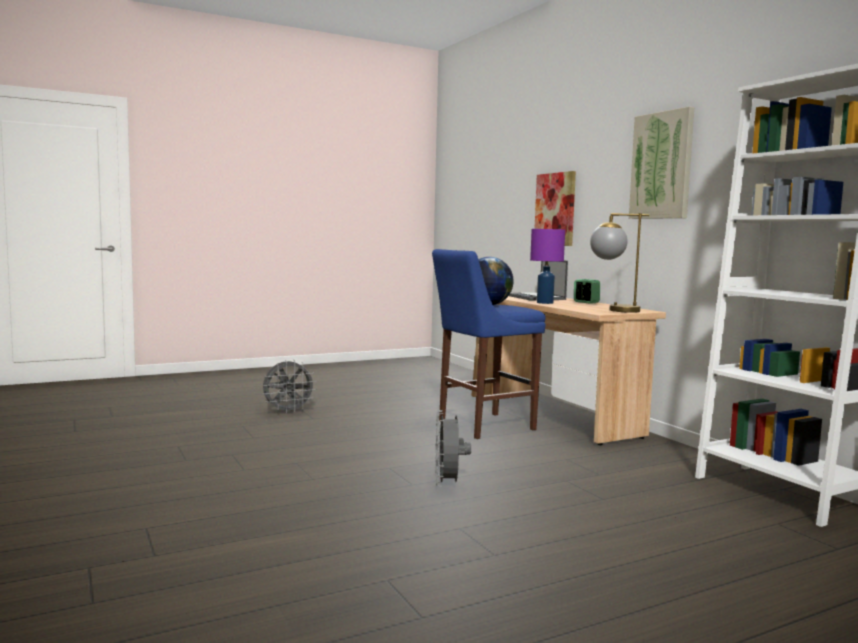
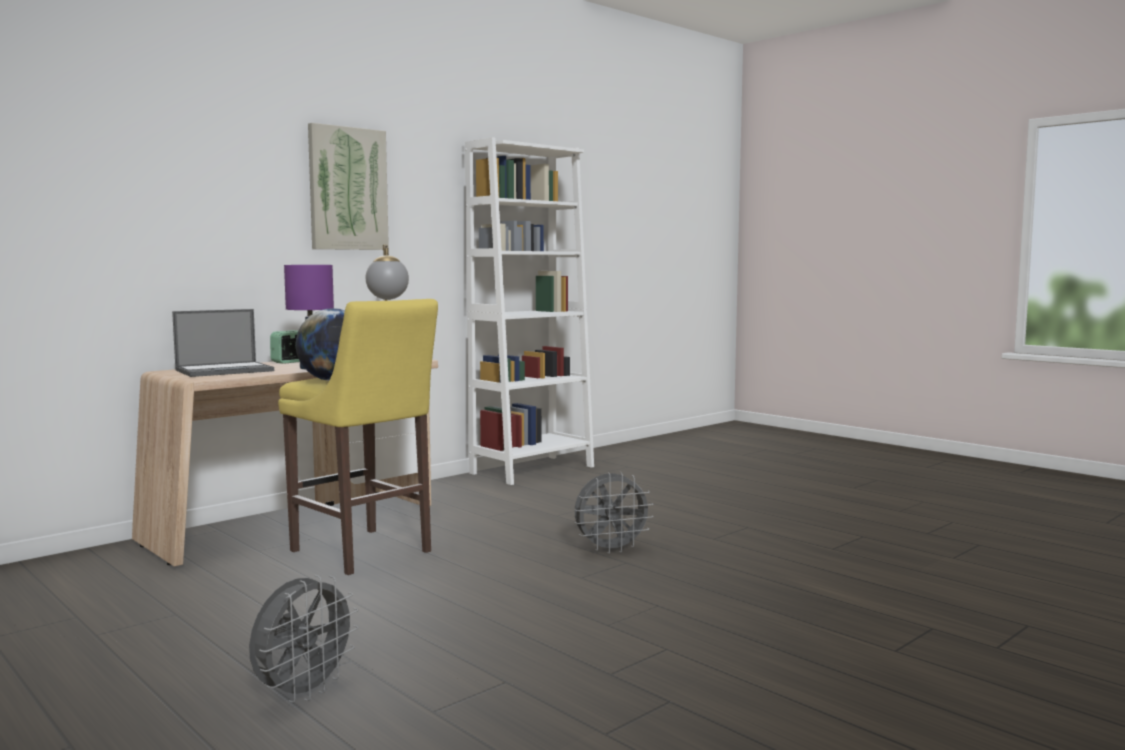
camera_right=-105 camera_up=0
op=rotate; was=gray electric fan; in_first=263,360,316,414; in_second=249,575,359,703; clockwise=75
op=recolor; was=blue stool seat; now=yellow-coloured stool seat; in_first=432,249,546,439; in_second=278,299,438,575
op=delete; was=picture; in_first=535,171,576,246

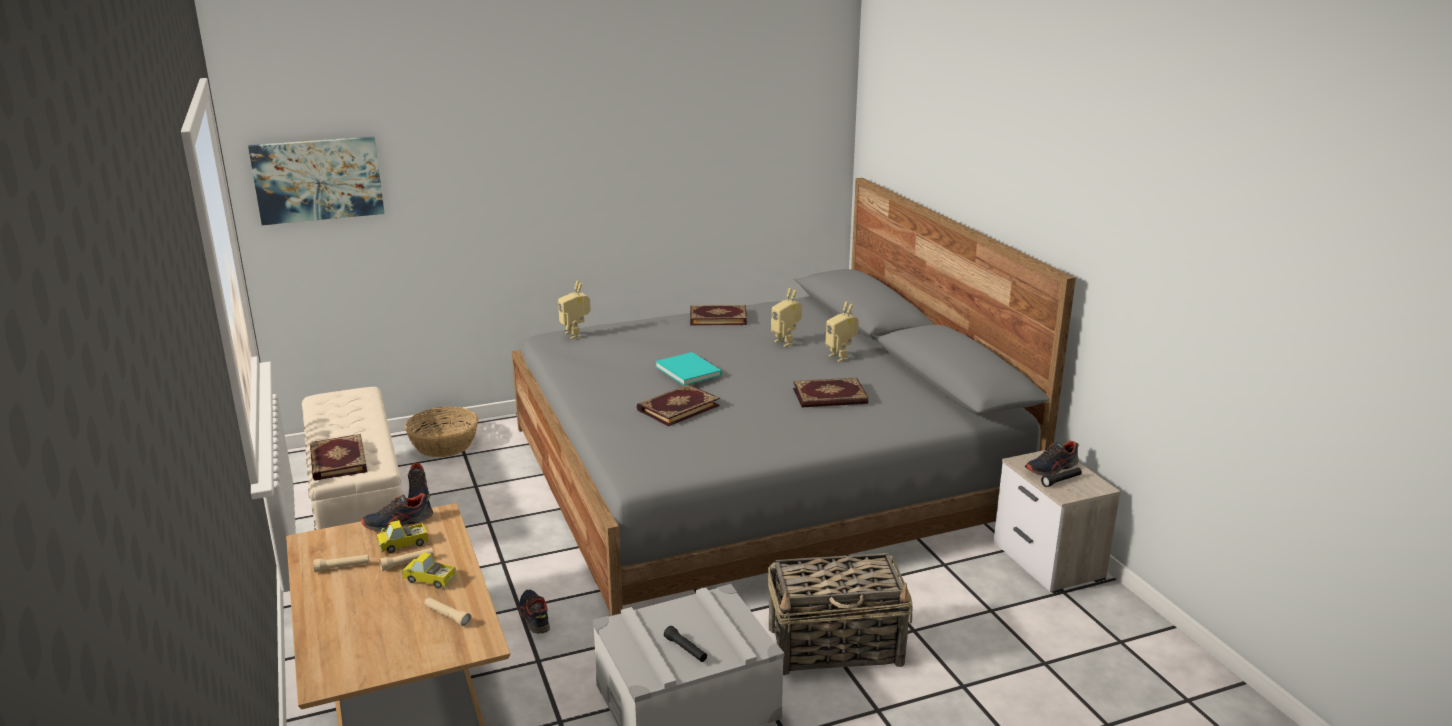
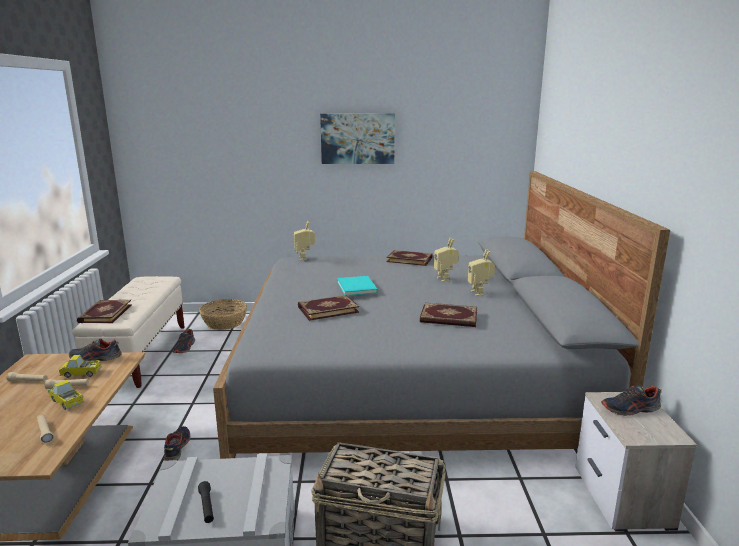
camera_right=20 camera_up=-5
op=move; was=picture; in_first=248,136,385,225; in_second=320,113,395,164
op=delete; was=blackish hand torch; in_first=1041,468,1082,487

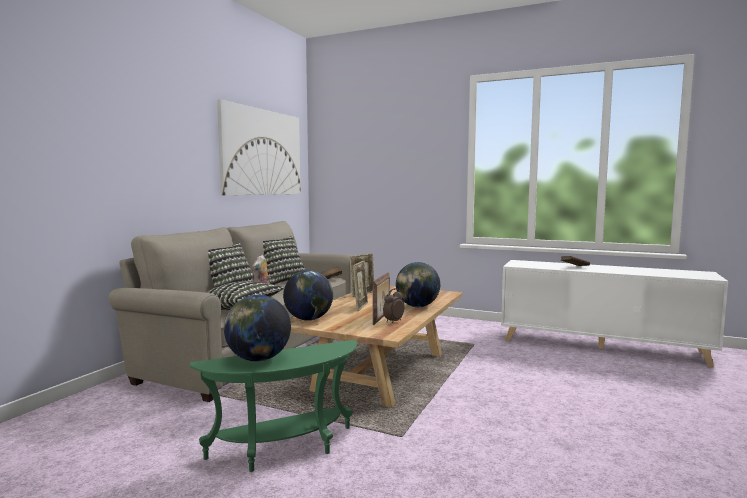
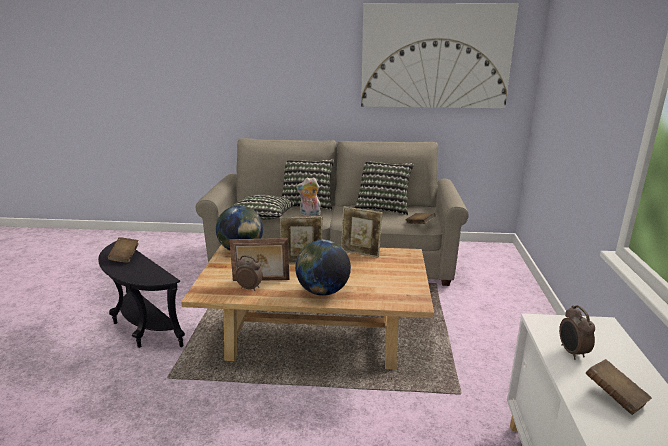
camera_right=70 camera_up=15
op=recolor; was=greenish accent table; now=blackish accent table; in_first=190,340,357,472; in_second=98,241,185,348
op=replace; was=desk globe; now=brownish volume; in_first=224,295,291,362; in_second=107,237,139,263
op=insert; now=alarm clock; in_second=559,305,595,360

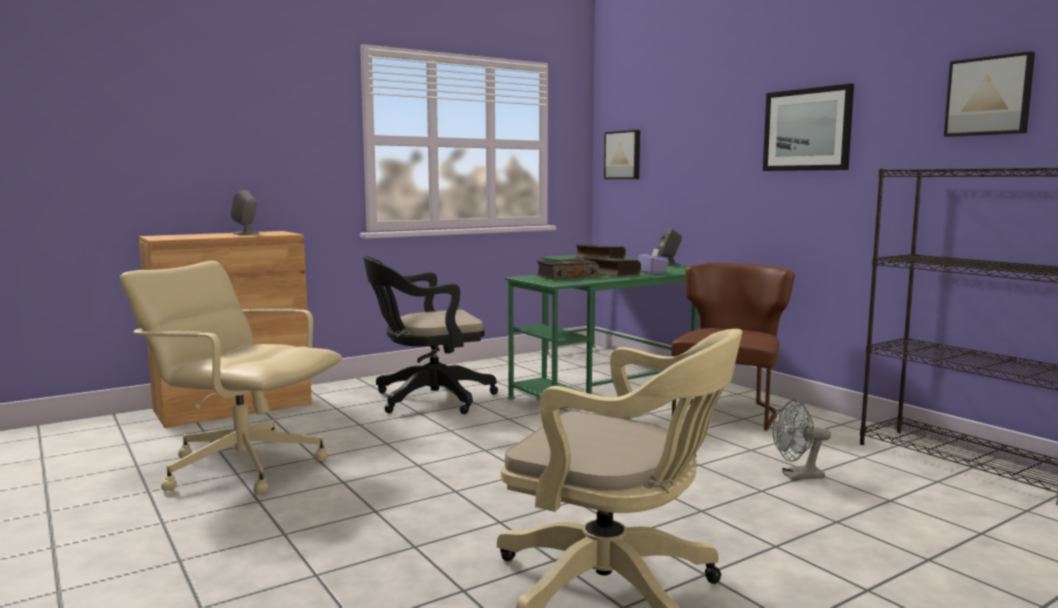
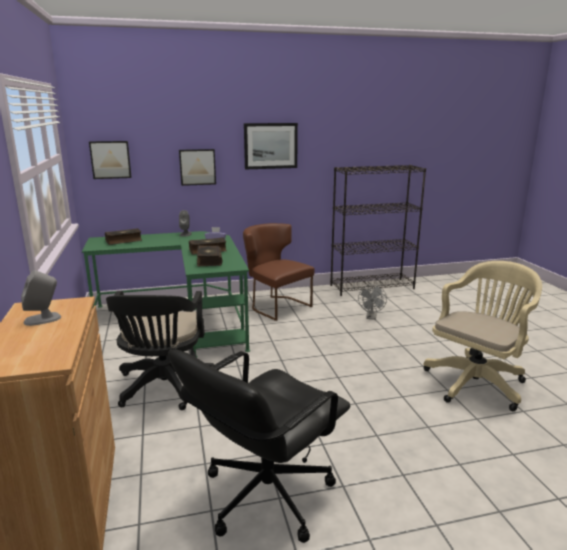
camera_right=-70 camera_up=10
op=recolor; was=beige-coloured office chair; now=blackish office chair; in_first=120,261,342,495; in_second=168,349,350,543
op=move; was=picture; in_first=944,51,1035,137; in_second=179,149,216,186

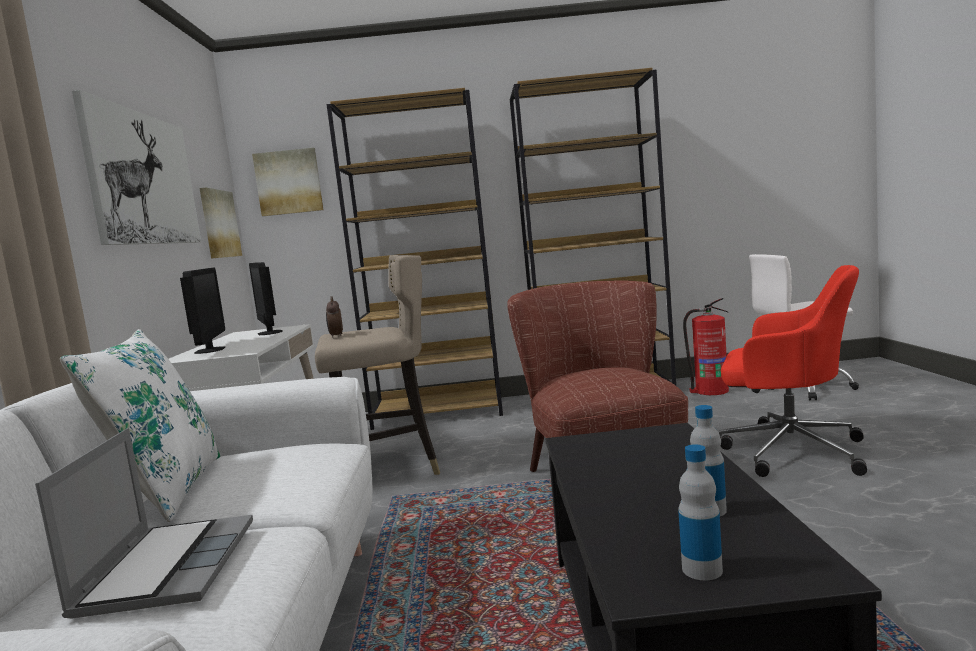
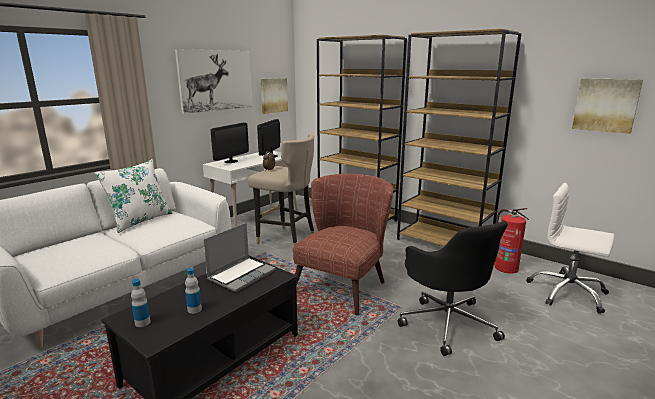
camera_right=40 camera_up=10
op=move; was=notebook computer; in_first=35,428,253,618; in_second=203,223,276,292
op=move; was=picture; in_first=252,148,323,216; in_second=572,78,643,134
op=recolor; was=red office chair; now=blackish office chair; in_first=719,265,867,477; in_second=398,221,508,356

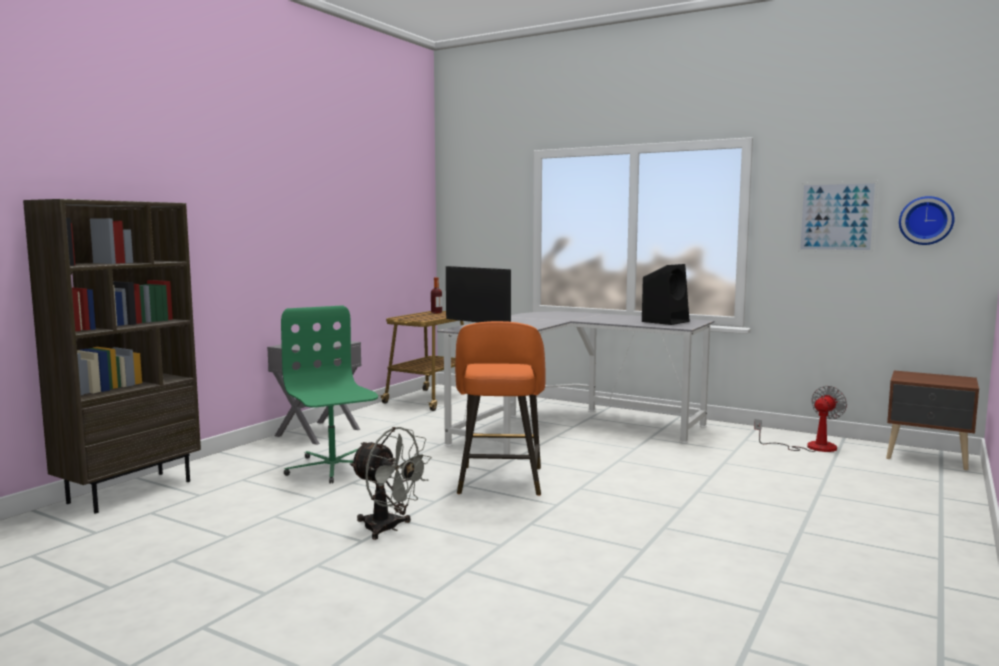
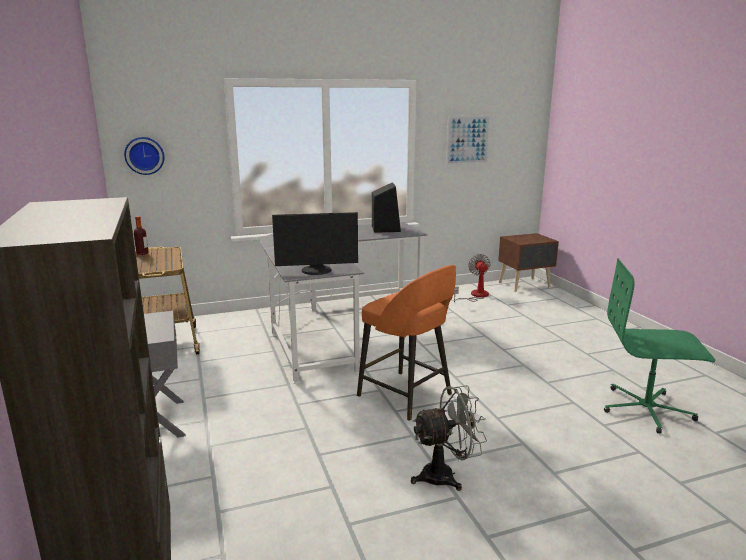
camera_right=-50 camera_up=10
op=move; was=greenish office chair; in_first=281,305,378,484; in_second=604,258,715,433
op=move; was=clock on the wall; in_first=899,196,955,245; in_second=124,137,164,175

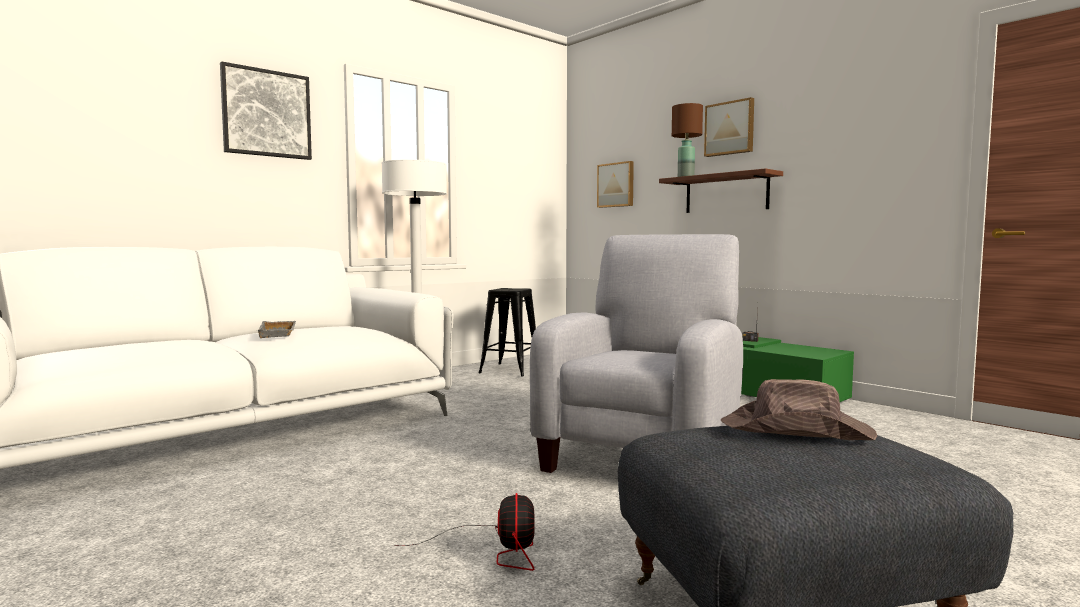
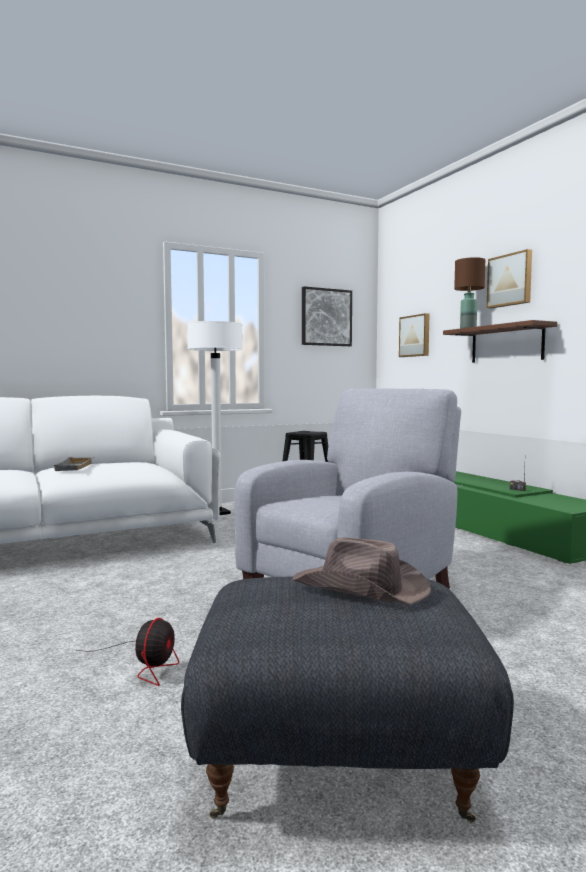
camera_right=15 camera_up=0
op=move; was=picture; in_first=220,62,312,160; in_second=302,286,352,346

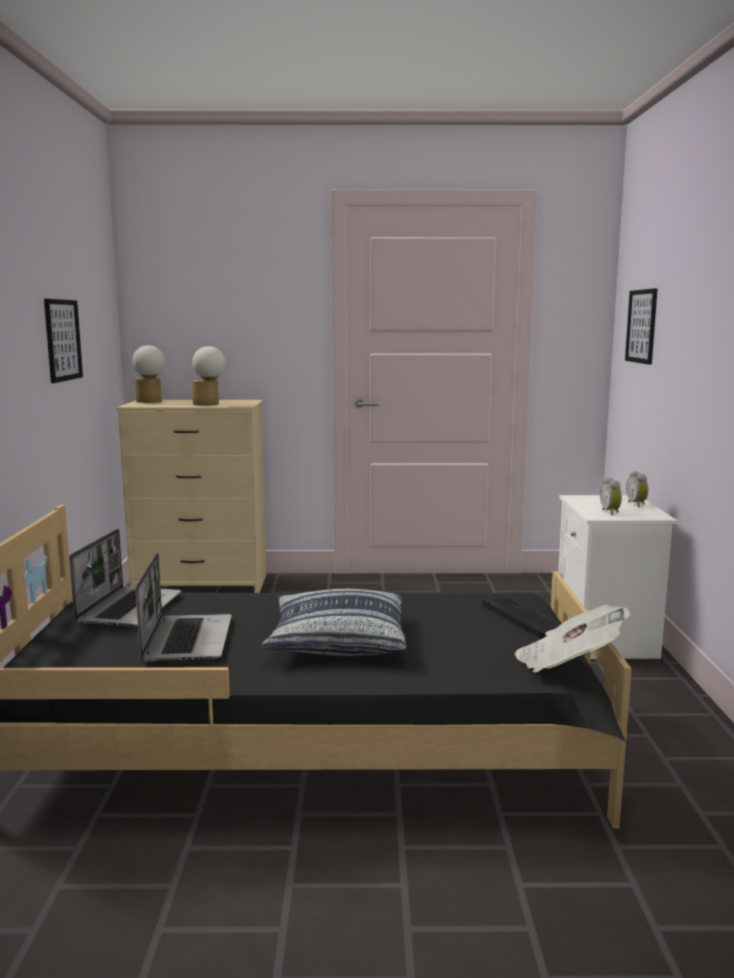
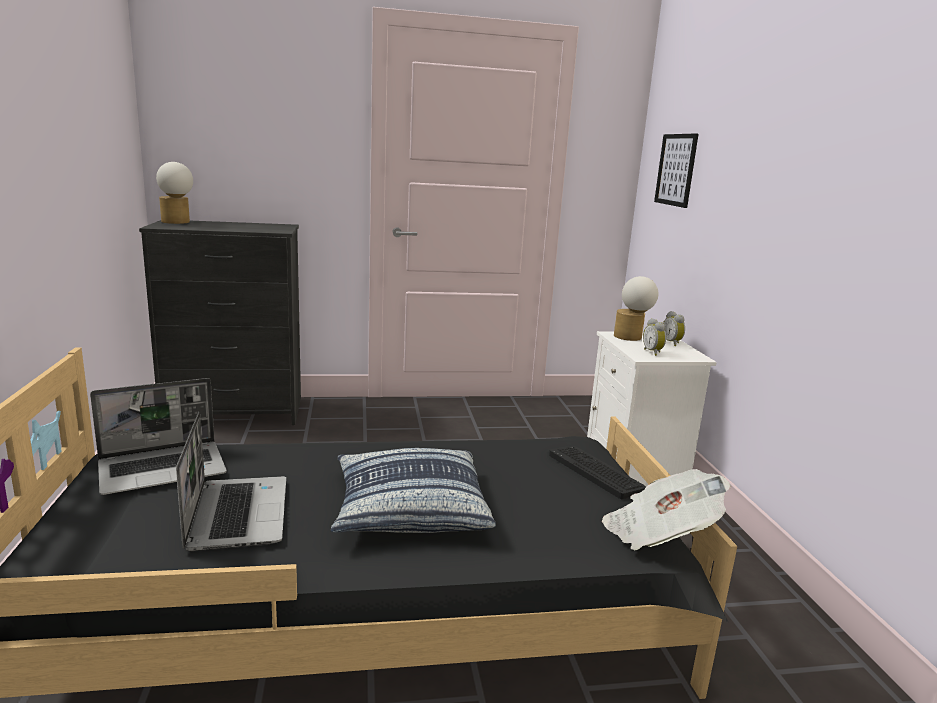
camera_right=-10 camera_up=5
op=delete; was=picture; in_first=44,299,83,383
op=rotate; was=notebook computer; in_first=69,529,181,628; in_second=90,378,227,495; clockwise=60
op=recolor; was=beige-coloured dresser; now=blackish dresser; in_first=116,400,267,593; in_second=139,220,301,425
op=move; was=table lamp; in_first=192,346,226,406; in_second=614,276,658,341

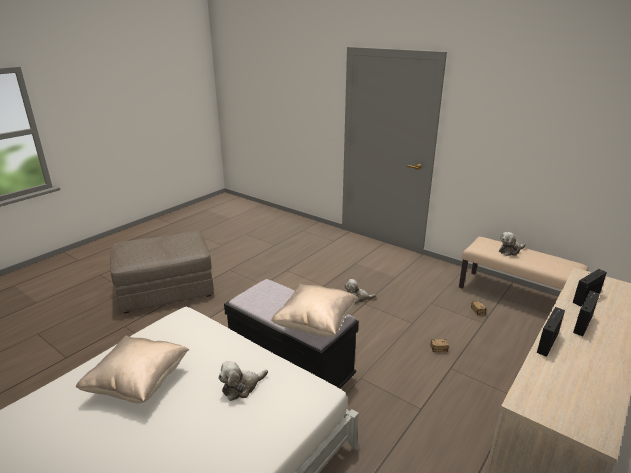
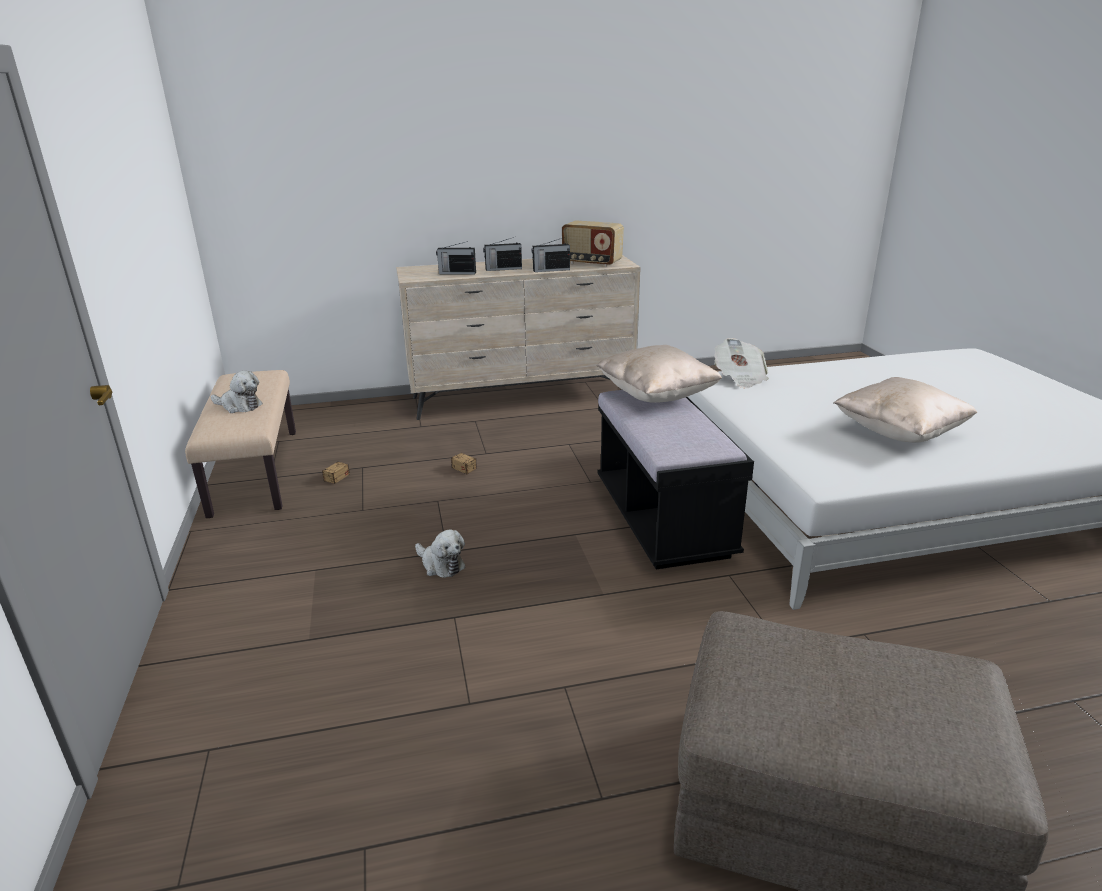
camera_right=-140 camera_up=0
op=delete; was=plush toy; in_first=218,361,268,401
op=insert; now=radio receiver; in_second=562,220,624,267
op=insert; now=printed paper; in_second=714,338,769,389

